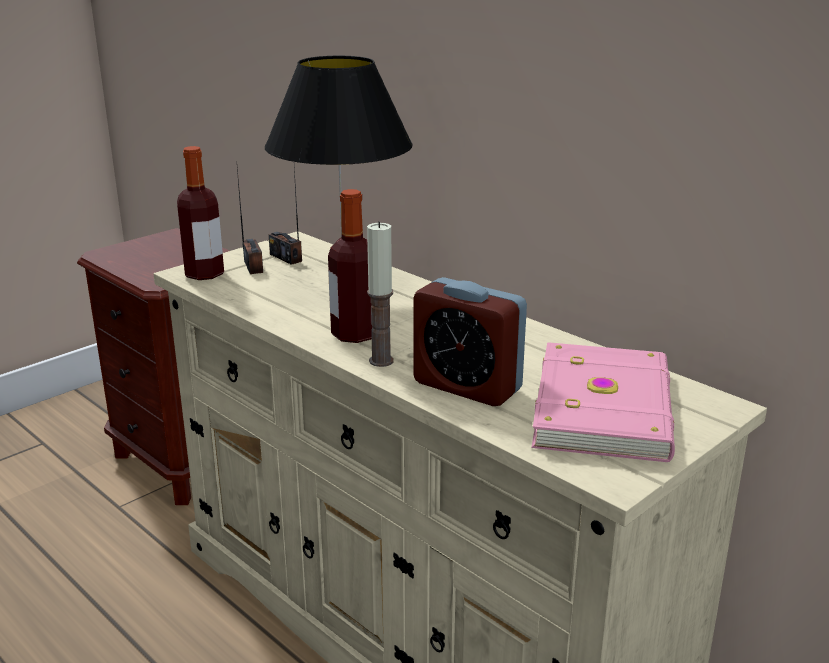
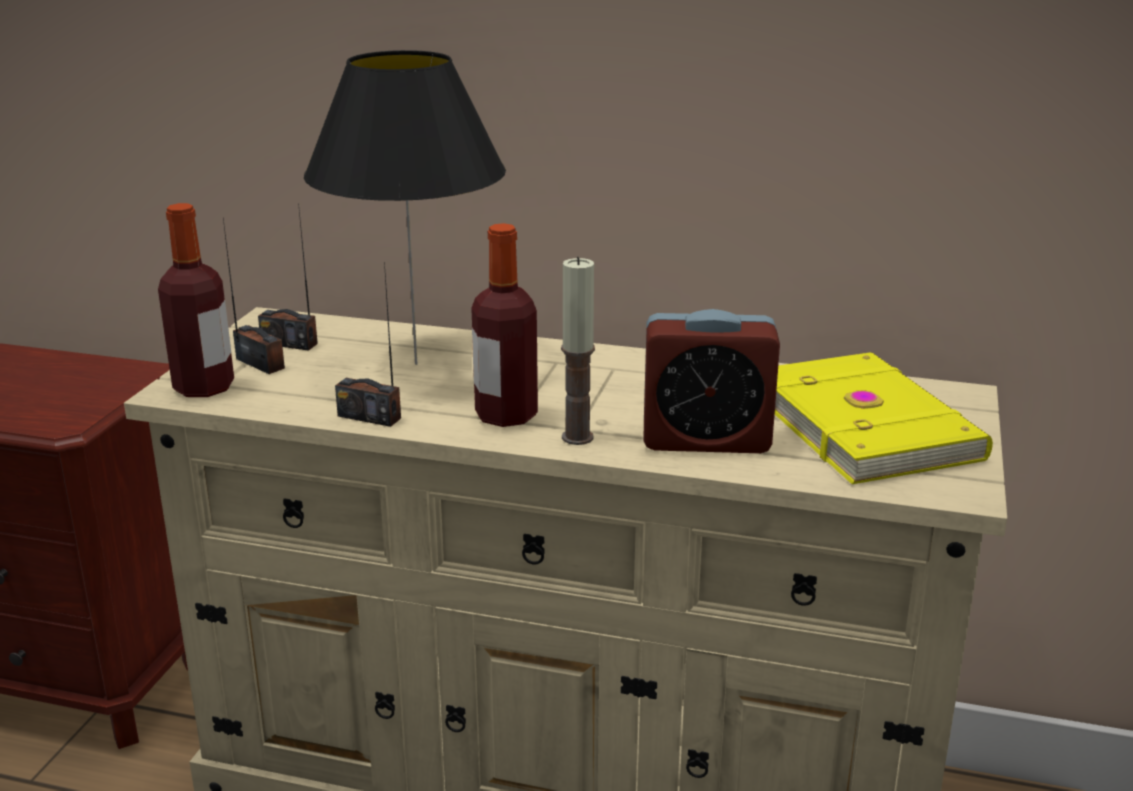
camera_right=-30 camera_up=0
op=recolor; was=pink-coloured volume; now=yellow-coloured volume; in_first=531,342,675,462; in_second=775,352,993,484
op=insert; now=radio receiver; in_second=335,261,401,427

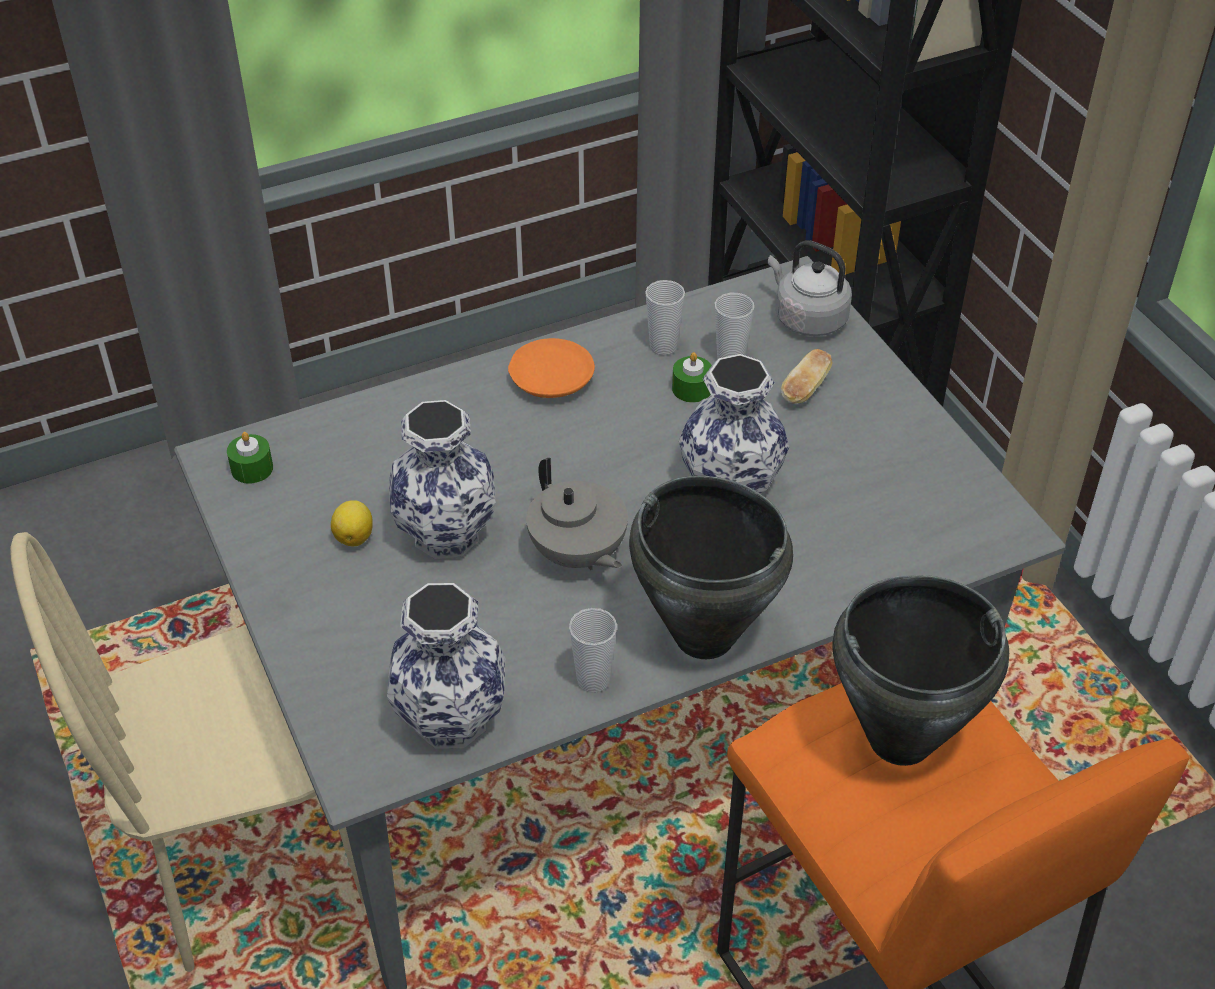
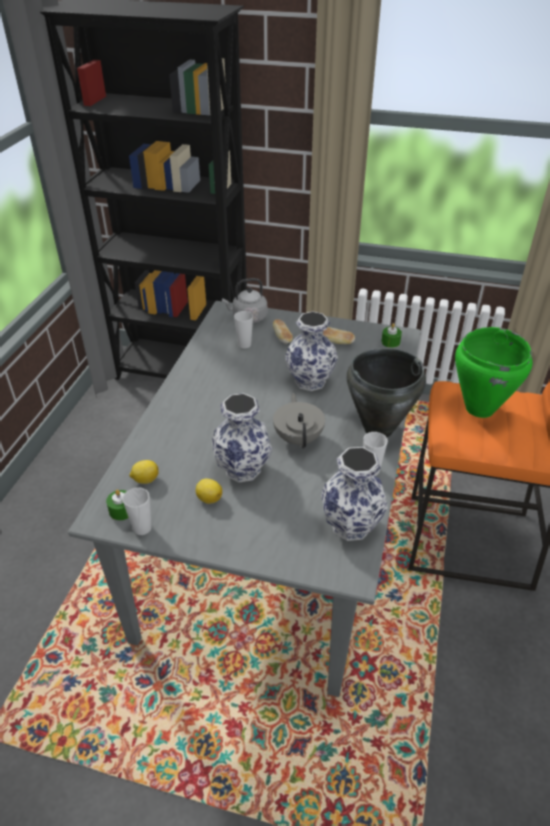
camera_right=-50 camera_up=-5
op=delete; was=beige-coloured chair; in_first=10,532,364,972
op=delete; was=orangey plate; in_first=508,338,595,398
op=rotate; was=gray tea pot; in_first=526,458,628,570; in_second=273,393,325,448; clockwise=-105
op=move; was=drinking cup; in_first=646,280,685,355; in_second=123,487,152,535
op=move; was=greenish wax light; in_first=672,352,712,403; in_second=381,323,402,348
op=recolor; was=blackish saucepot; now=greenish saucepot; in_first=832,575,1009,766; in_second=455,327,532,418
op=insert; now=whole lemon; in_second=130,460,159,484
op=insert; now=bread; in_second=323,327,355,344

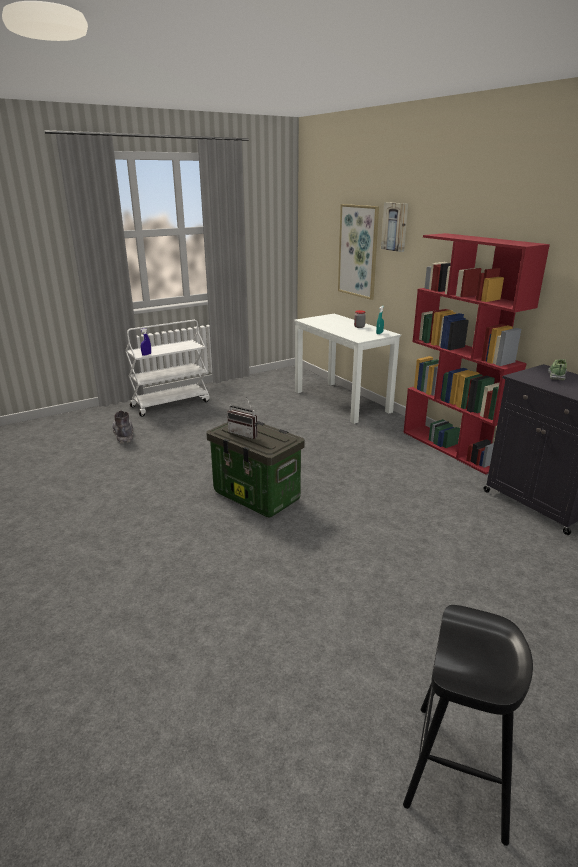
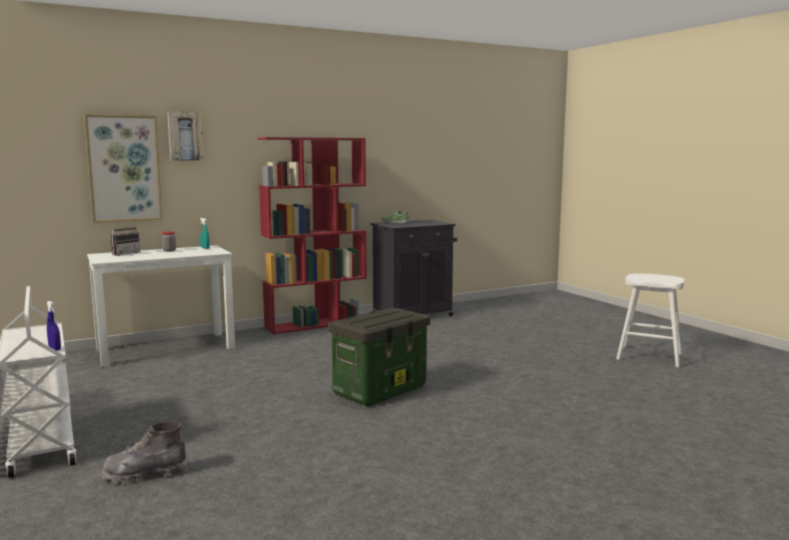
camera_right=-85 camera_up=-15
op=move; was=radio receiver; in_first=227,397,258,439; in_second=111,221,140,256
op=recolor; was=blackish stool seat; now=white stool seat; in_first=403,605,533,846; in_second=616,274,684,368

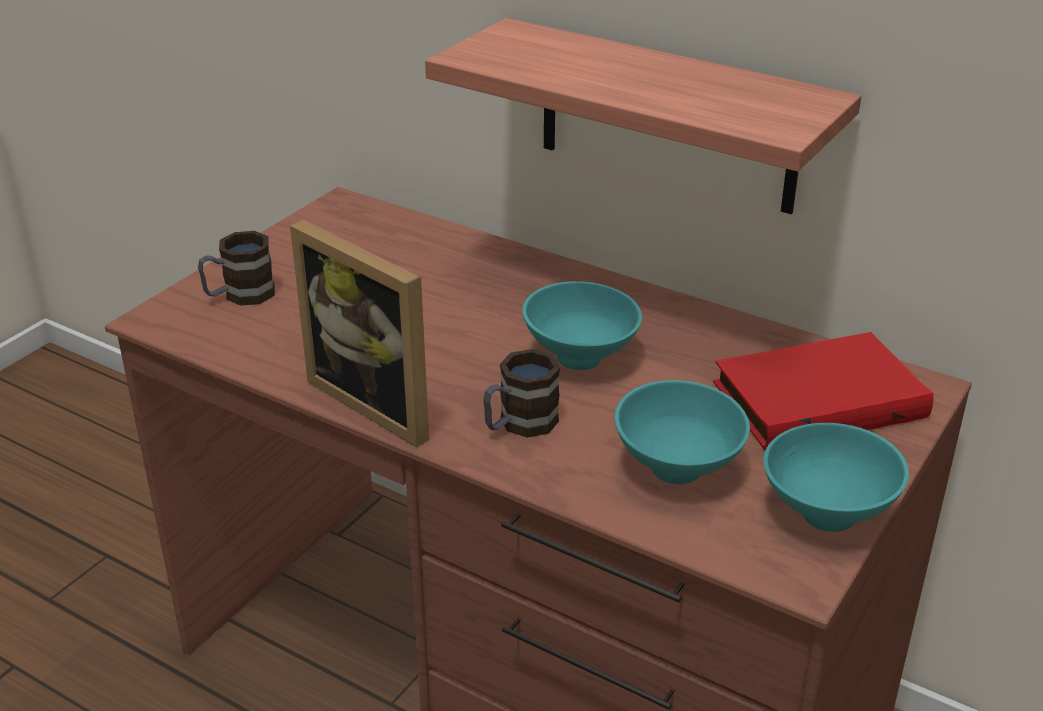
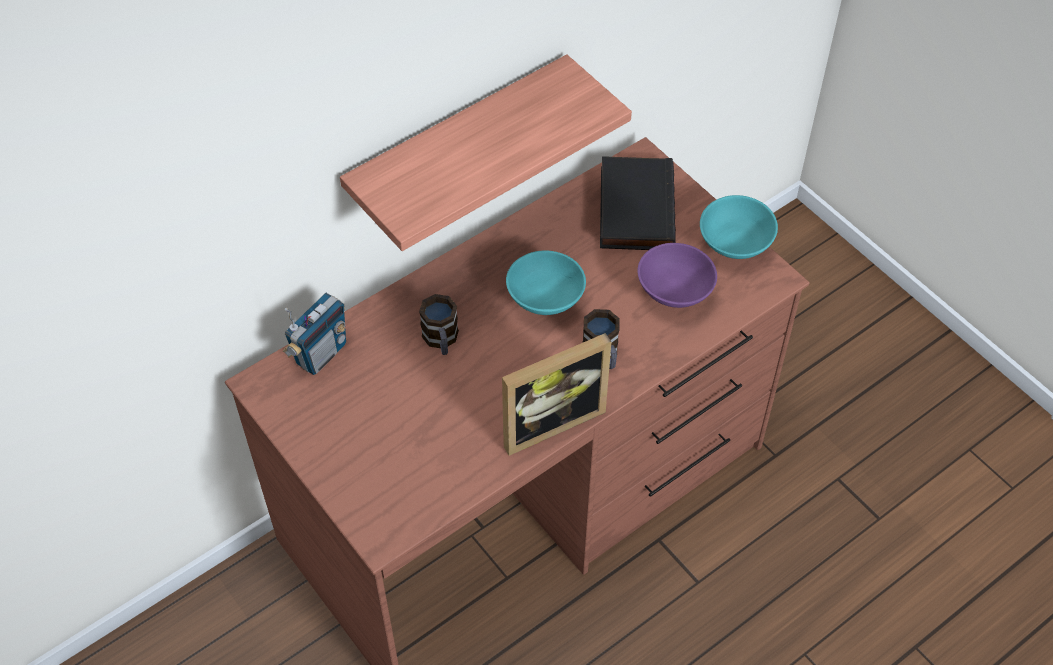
camera_right=-70 camera_up=20
op=move; was=coffee mug; in_first=198,231,275,306; in_second=419,294,459,355
op=recolor; was=turquoise bowl; now=purple bowl; in_first=615,380,750,484; in_second=637,243,717,308
op=recolor; was=red volume; now=blackish volume; in_first=713,332,933,451; in_second=600,156,676,250
op=insert; now=radio receiver; in_second=283,293,346,375

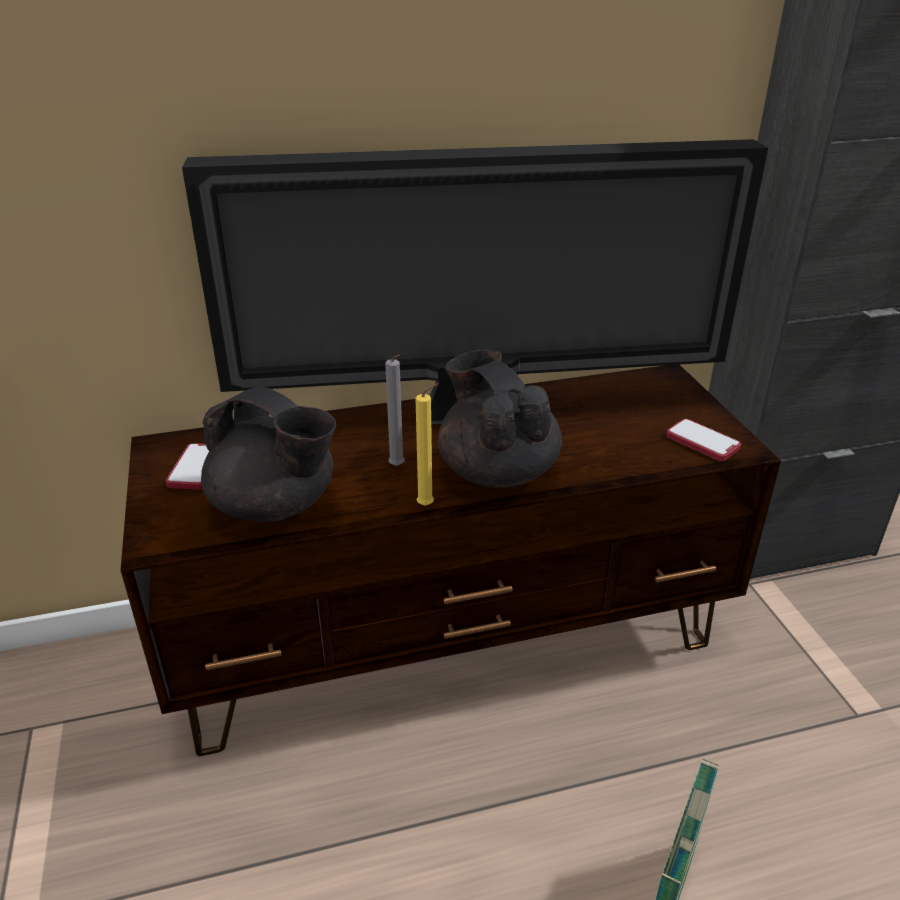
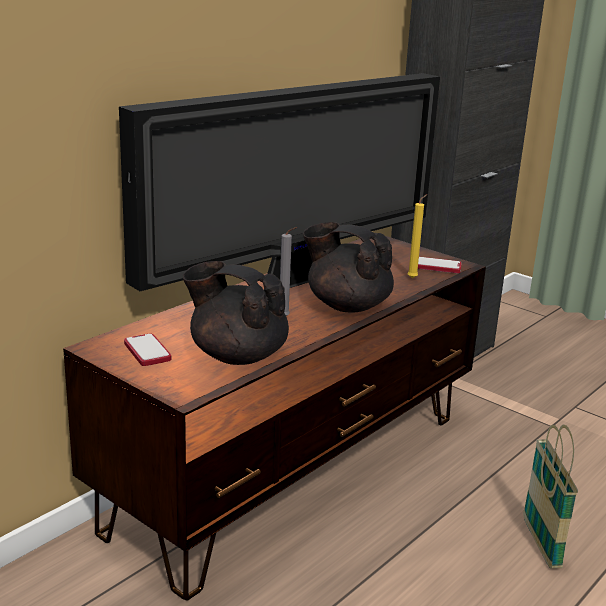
camera_right=-35 camera_up=-10
op=rotate; was=blackish tea pot; in_first=201,387,336,522; in_second=183,261,289,365; clockwise=-150
op=move; was=yellow-coloured wax light; in_first=416,383,439,506; in_second=408,194,427,279

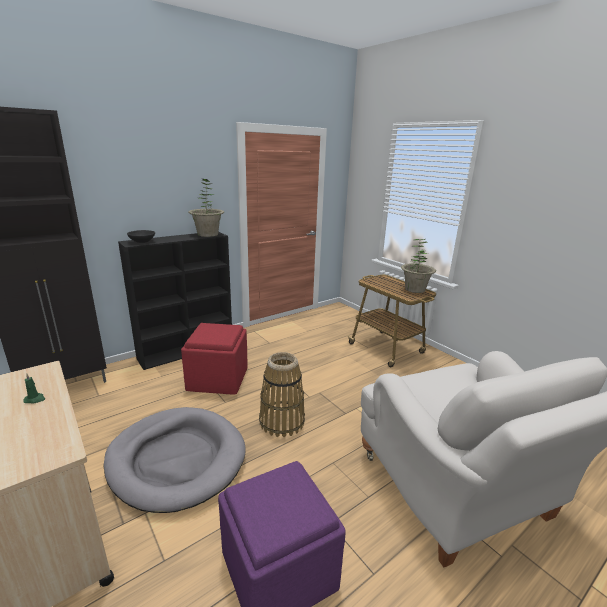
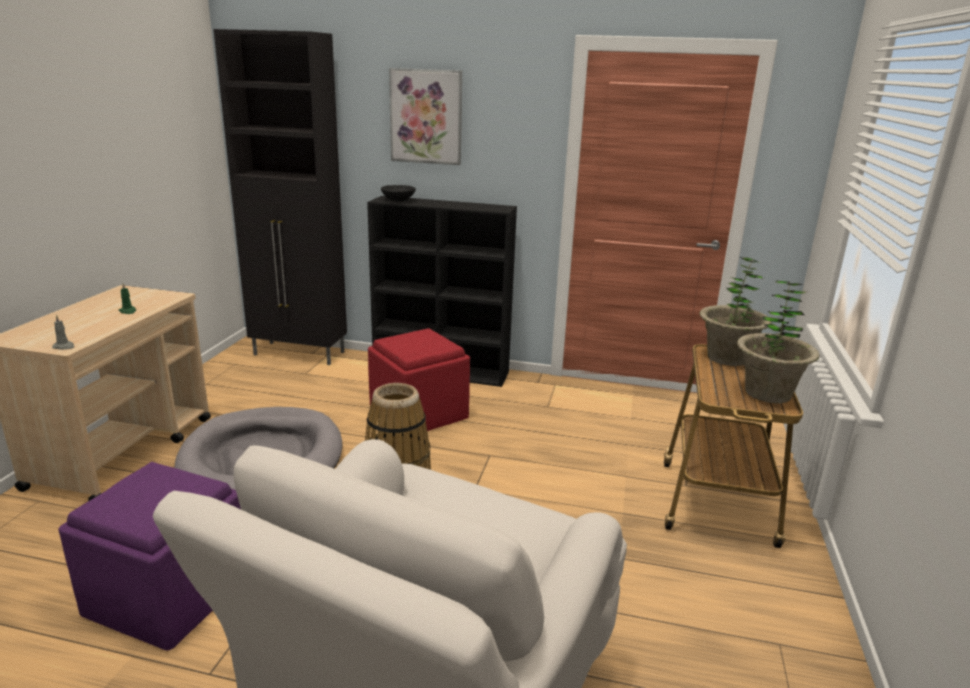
camera_right=50 camera_up=0
op=move; was=plant in a pot; in_first=188,179,224,237; in_second=699,257,771,366
op=insert; now=gray wax light; in_second=52,315,74,350
op=insert; now=picture; in_second=389,68,462,165

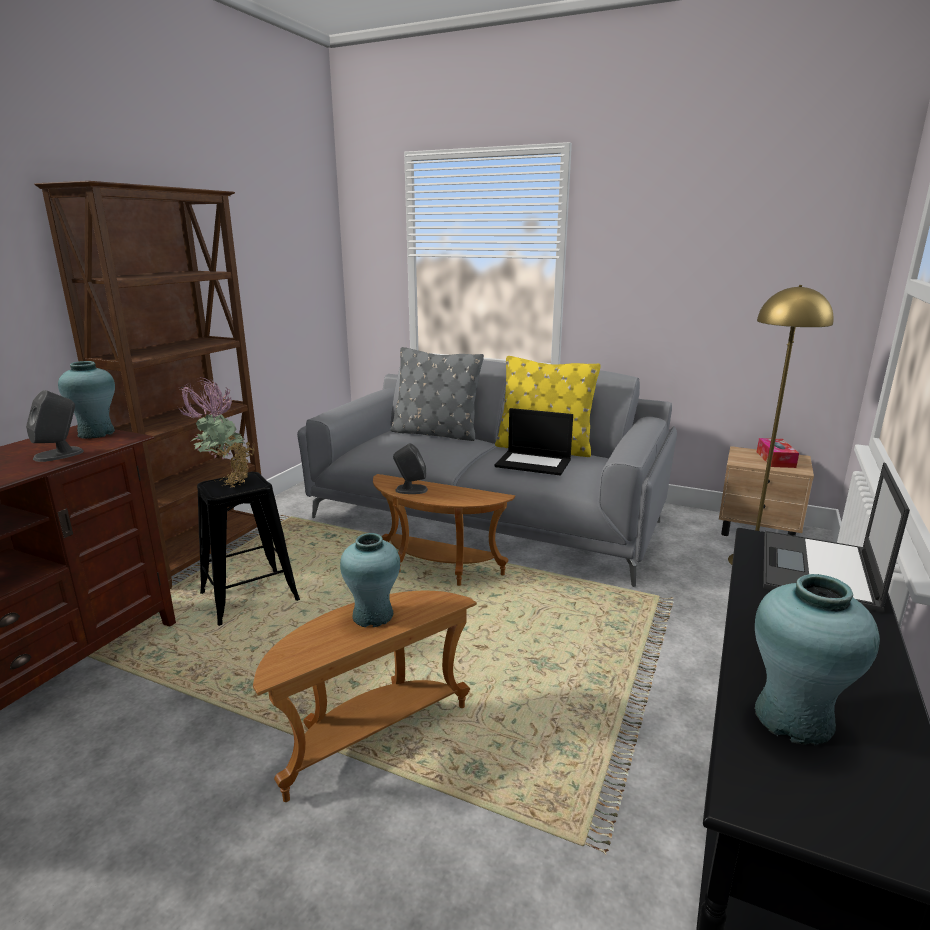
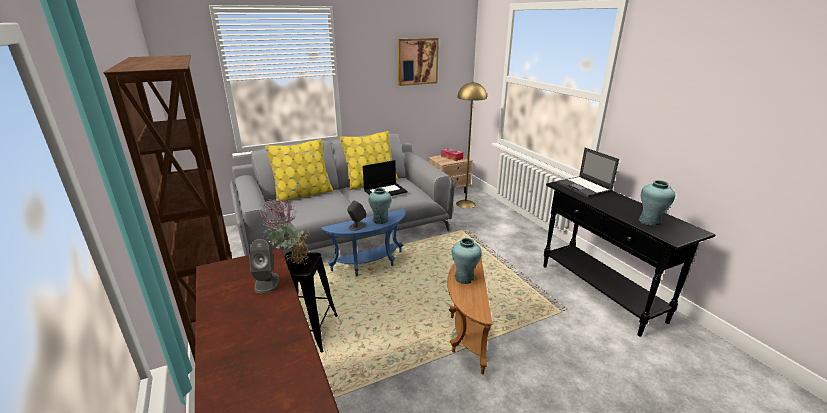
camera_right=-50 camera_up=5
op=move; was=turquoise flower vase; in_first=58,361,115,439; in_second=368,188,391,224
op=recolor; was=brownish accent table; now=blue accent table; in_first=373,474,515,586; in_second=321,209,405,277
op=recolor; was=gray cushion; now=yellow-coloured cushion; in_first=390,347,484,441; in_second=265,139,333,202
op=insert; now=picture; in_second=397,38,439,86

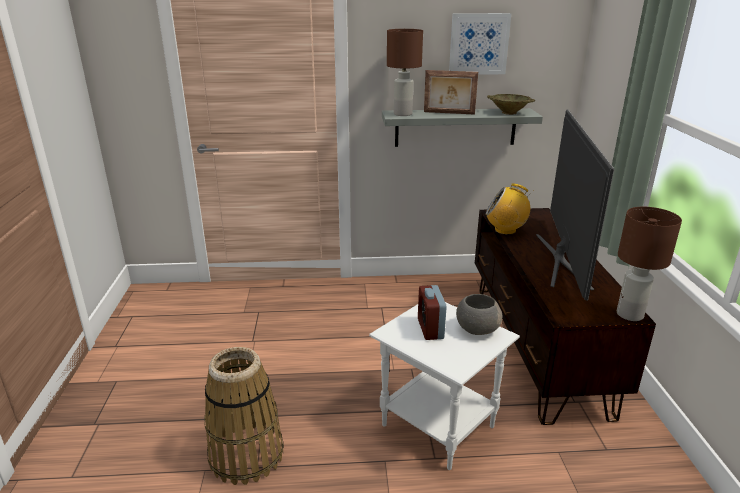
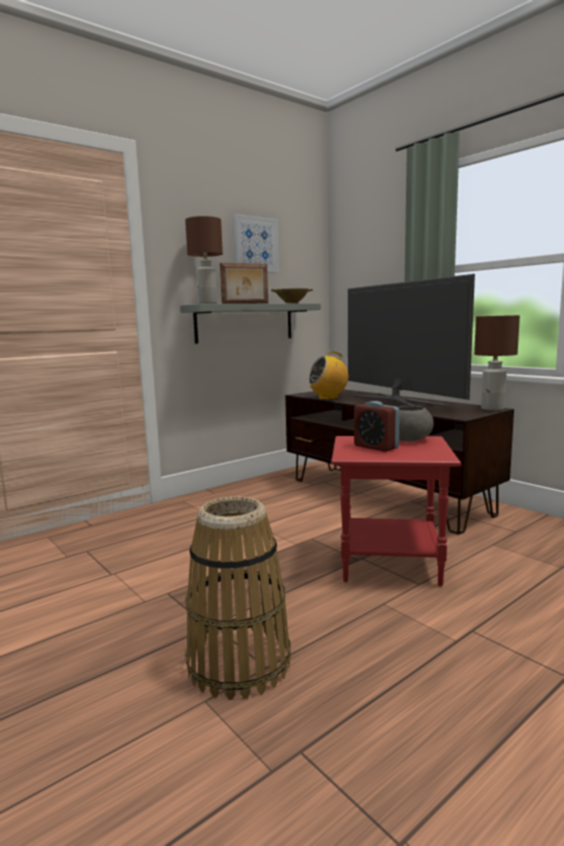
camera_right=-35 camera_up=-15
op=recolor; was=white accent table; now=red accent table; in_first=369,302,520,470; in_second=331,436,461,586

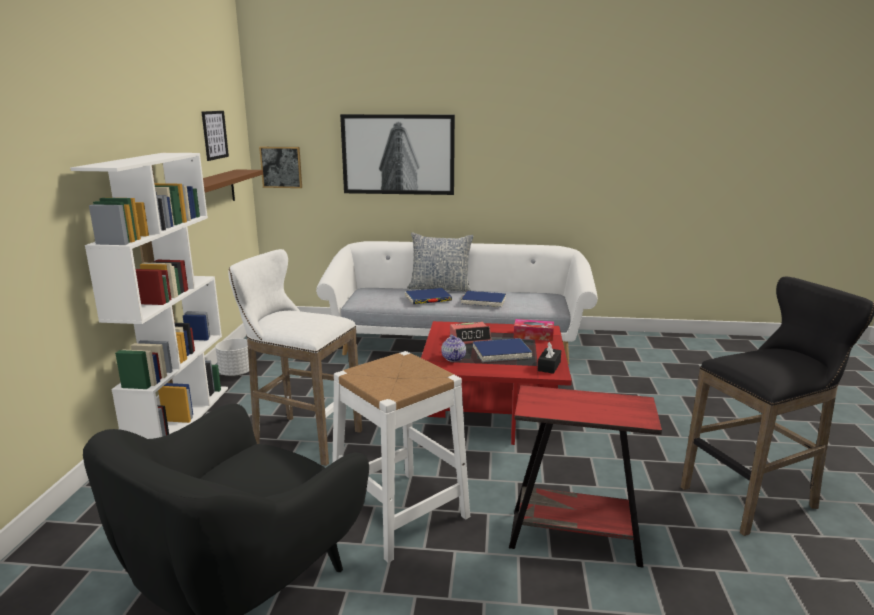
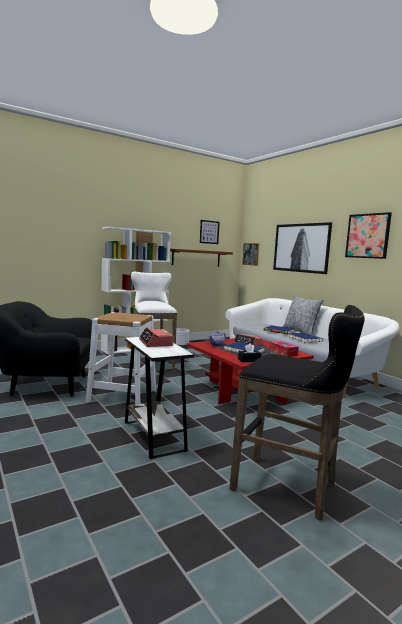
camera_right=50 camera_up=-10
op=recolor; was=red accent table; now=white accent table; in_first=509,385,662,568; in_second=125,337,194,459
op=insert; now=alarm clock; in_second=139,327,173,347
op=insert; now=picture; in_second=345,212,392,259

